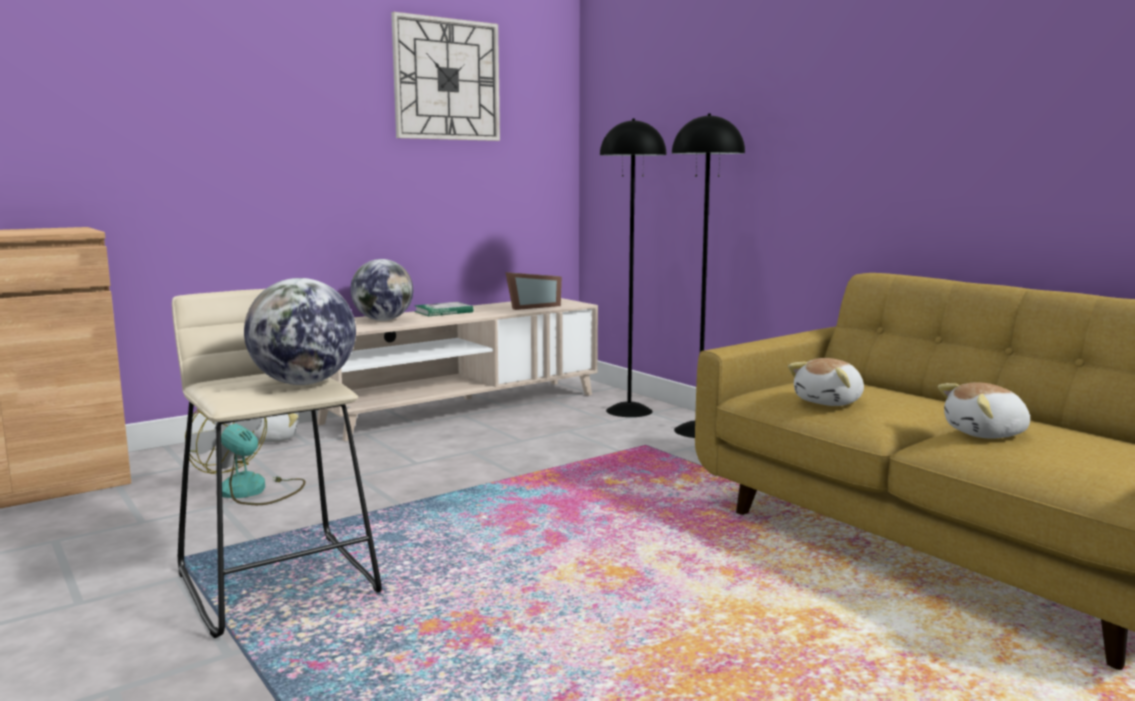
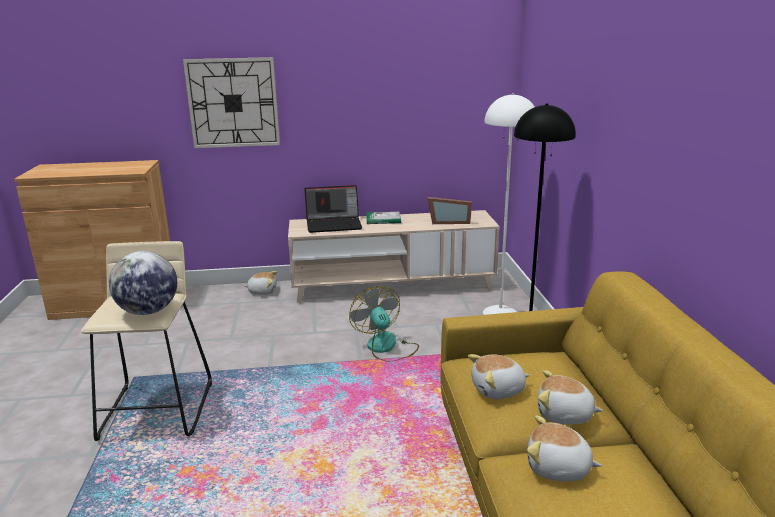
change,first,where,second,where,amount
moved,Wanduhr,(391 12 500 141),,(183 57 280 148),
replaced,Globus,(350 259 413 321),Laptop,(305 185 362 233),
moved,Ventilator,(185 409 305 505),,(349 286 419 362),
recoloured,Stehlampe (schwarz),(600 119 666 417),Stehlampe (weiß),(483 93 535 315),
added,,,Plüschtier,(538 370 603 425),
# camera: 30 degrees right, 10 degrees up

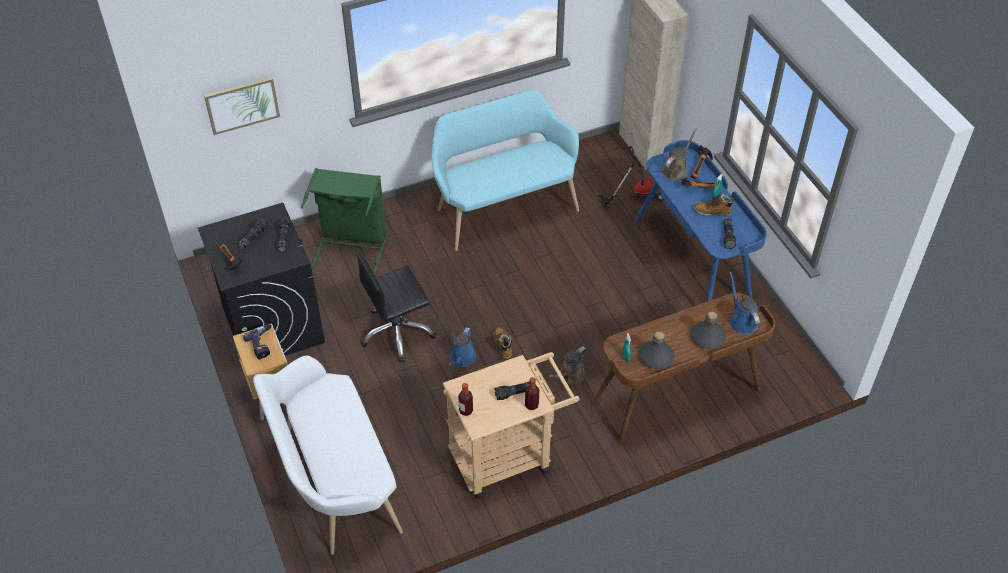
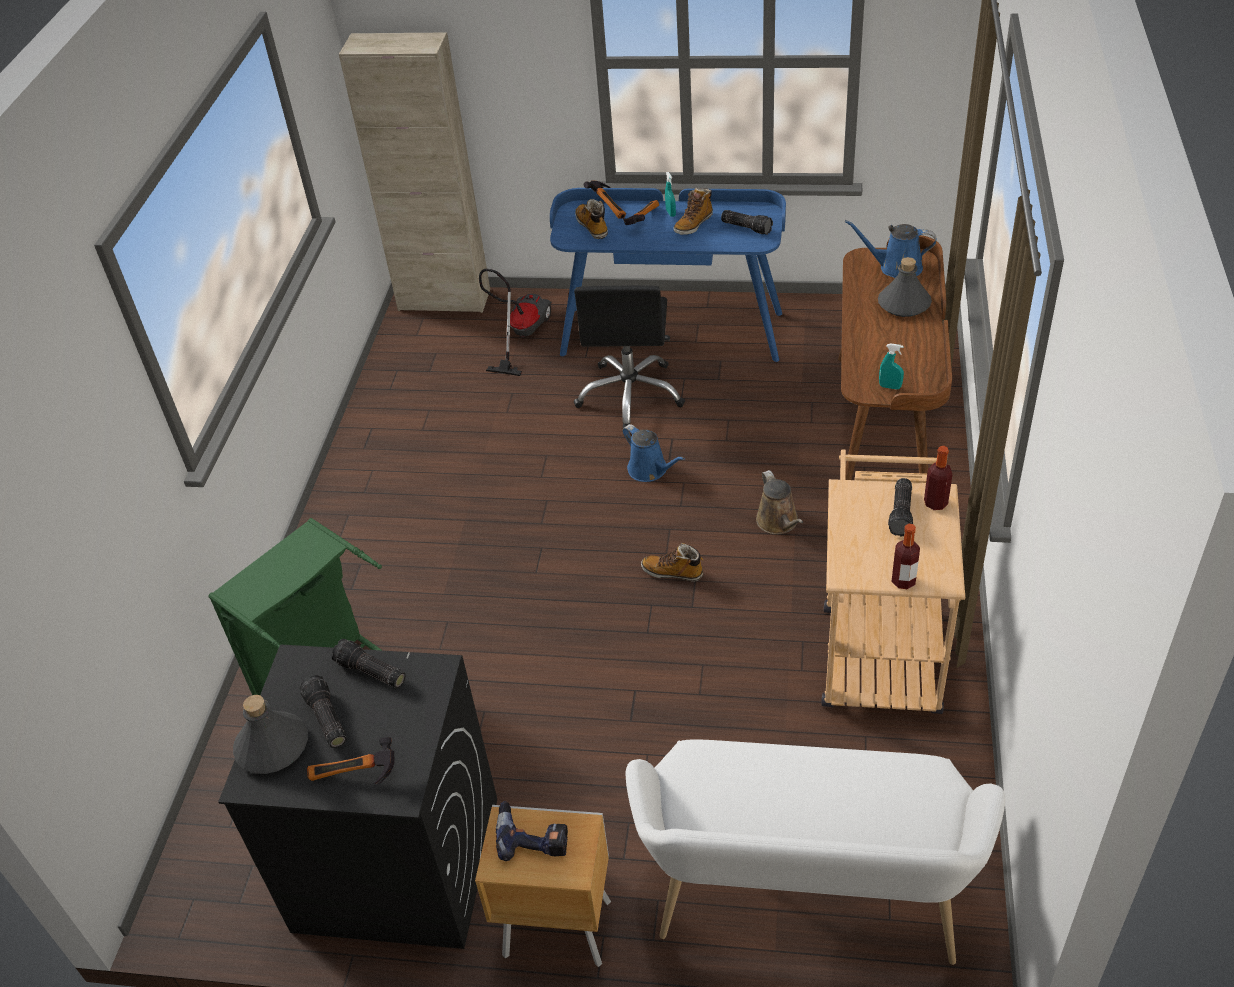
change,first,where,second,where,amount
moved,Flasche (grau),(639 332 675 369),,(233 695 308 774),
moved,Bürostuhl (schwarz),(356 253 436 362),,(574 285 685 432),
replaced,Gießkanne (braun),(662 128 697 180),Stiefel,(575 199 608 239),
moved,Gießkanne (blau),(448 327 476 367),,(623 424 685 482),
removed,Bild,(204 77 280 135),,,
removed,Bank (türkis),(432 90 579 251),,,
# camera: 55 degrees left, 5 degrees down

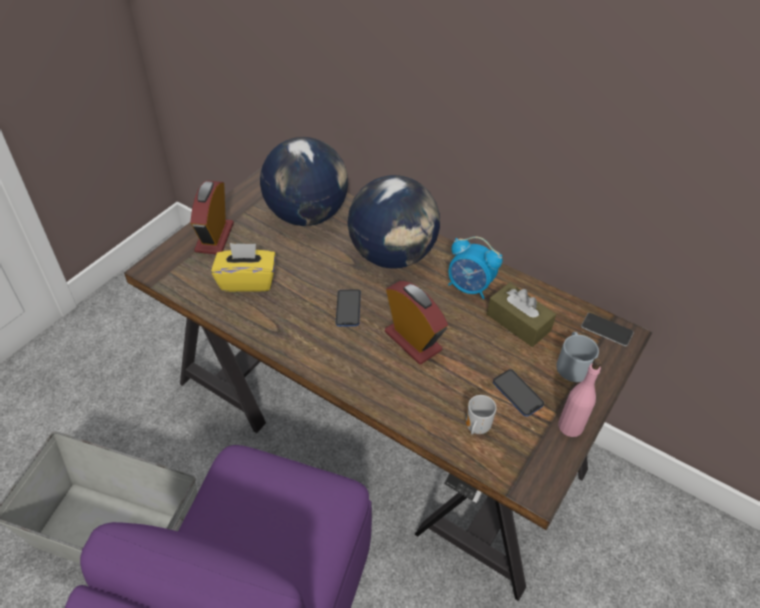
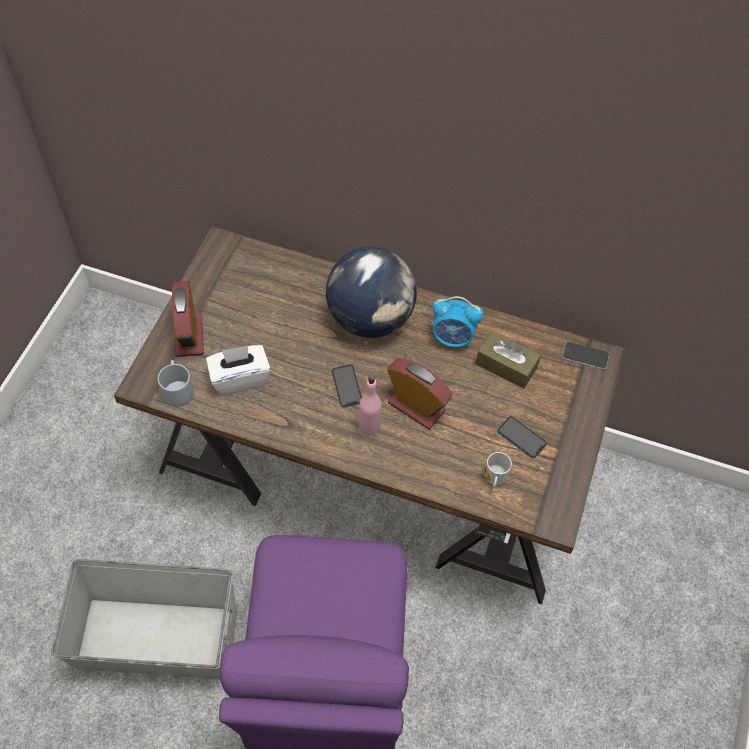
change,first,where,second,where,amount
moved,Henkelbecher (grau),(556 332 599 382),,(158 360 194 407),
recoloured,Taschentuchbox (gelb),(211 243 276 292),Taschentuchbox (weiß),(206 345 271 394),
moved,Flasche (rosa),(558 358 602 437),,(359 375 382 436),
removed,Globus,(260 137 348 226),,,
# camera: 15 degrees left, 10 degrees up

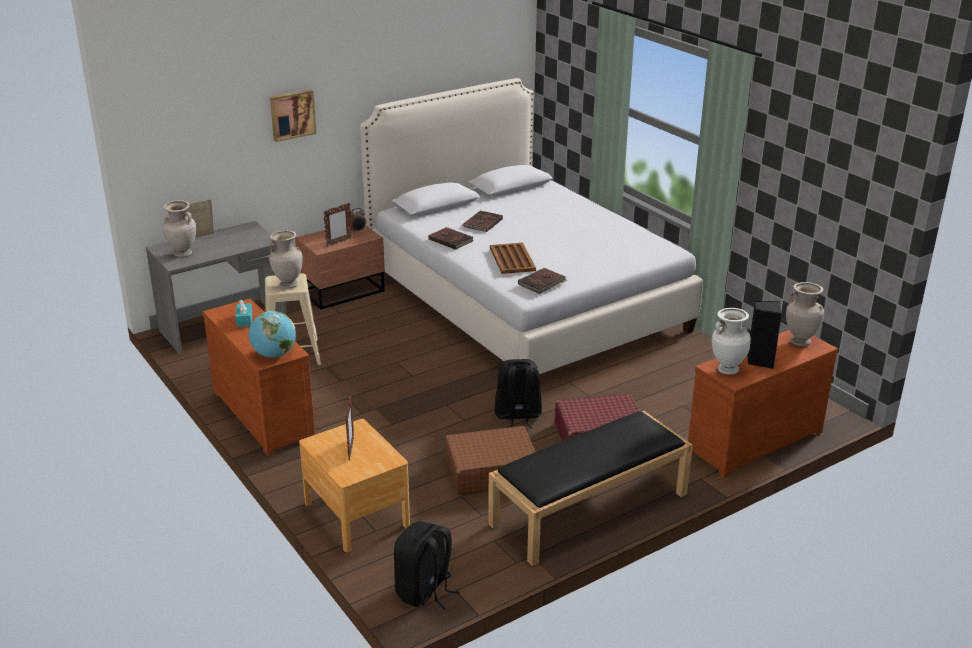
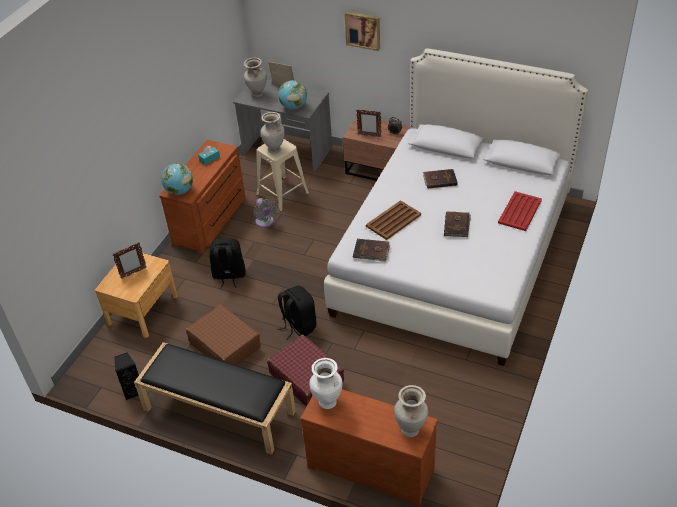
change,first,where,second,where,amount
moved,Lautsprecher (schwarz),(747 301 782 369),,(114 352 139 400),
moved,Rucksack (schwarz),(394 521 460 609),,(210 238 246 289),
added,,,Ventilator (grau),(253 198 277 228),
added,,,Globus,(278 80 307 109),
moved,Buch (braun),(429 227 473 250),,(444 211 471 237),
added,,,Tablett (rot),(498 191 542 231),
# camera: 60 degrees right, 15 degrees up

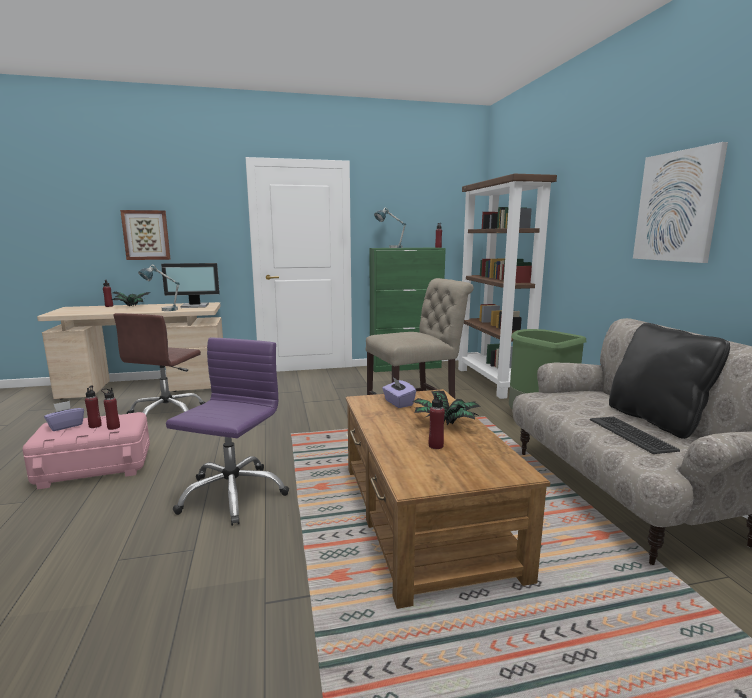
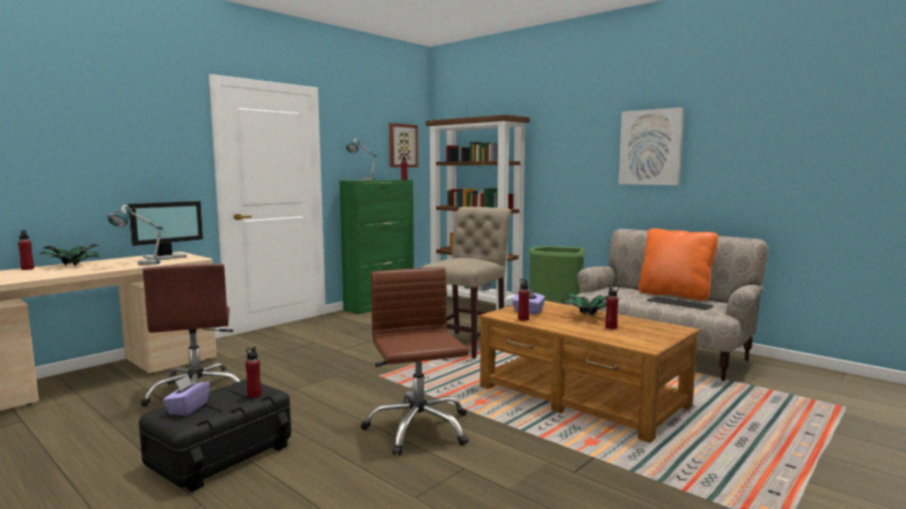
change,first,where,second,where,amount
recoloured,Aufbewahrungsbox (rosa),(22 412 150 490),Aufbewahrungsbox (schwarz),(139 379 291 492),
recoloured,Bürostuhl (lila),(166 338 289 526),Bürostuhl (braun),(361 268 469 455),
moved,Bild,(120 210 170 260),,(389 123 418 167),
moved,Flasche (rot),(85 385 102 428),,(518 279 530 321),
recoloured,Kissen (schwarz),(609 323 730 439),Kissen (orange),(639 228 718 301),
# camera: 35 degrees left, 5 degrees down

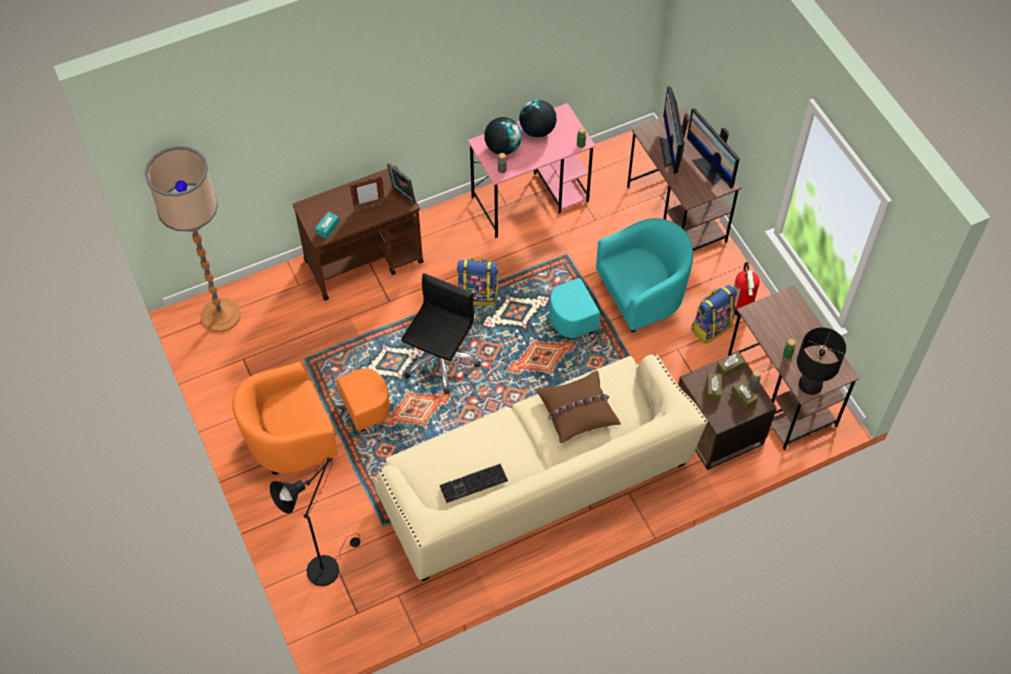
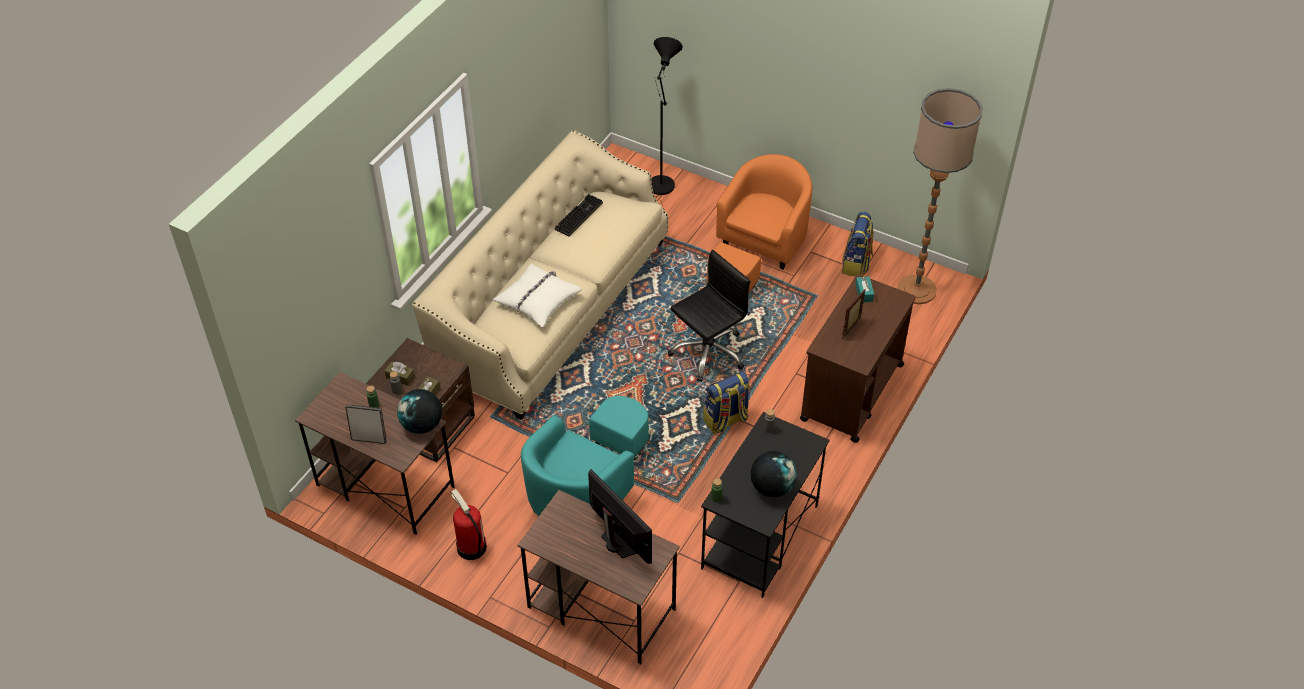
change,first,where,second,where,amount
moved,Bilderrahmen,(387 163 416 204),,(345 404 387 444),
moved,Globus,(484 117 522 155),,(397 389 442 434),
recoloured,Kissen (braun),(536 371 621 444),Kissen (weiß),(493 264 582 328),
turned,Bürostuhl (schwarz),(401 273 480 394),,(668 250 750 382),120 degrees counterclockwise
recoloured,Schreibtisch (rosa),(468 103 596 238),Schreibtisch (schwarz),(701 412 830 598),
moved,Rucksack,(692 285 737 344),,(842 212 874 277),
removed,Monitor,(687 108 740 189),,,
removed,Taschentuchbox (braun),(707 373 721 401),,,
removed,Tischlampe (schwarz),(797 327 846 395),,,
# camera: 145 degrees right, 10 degrees down

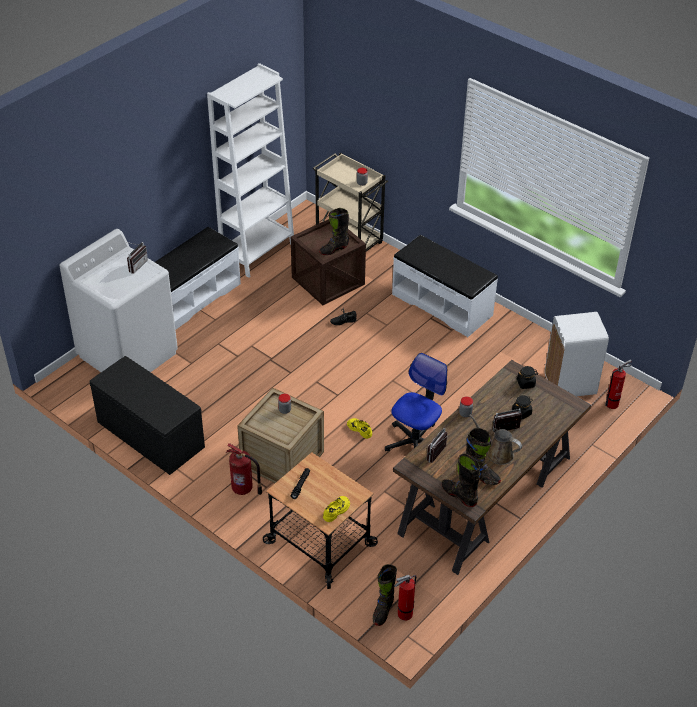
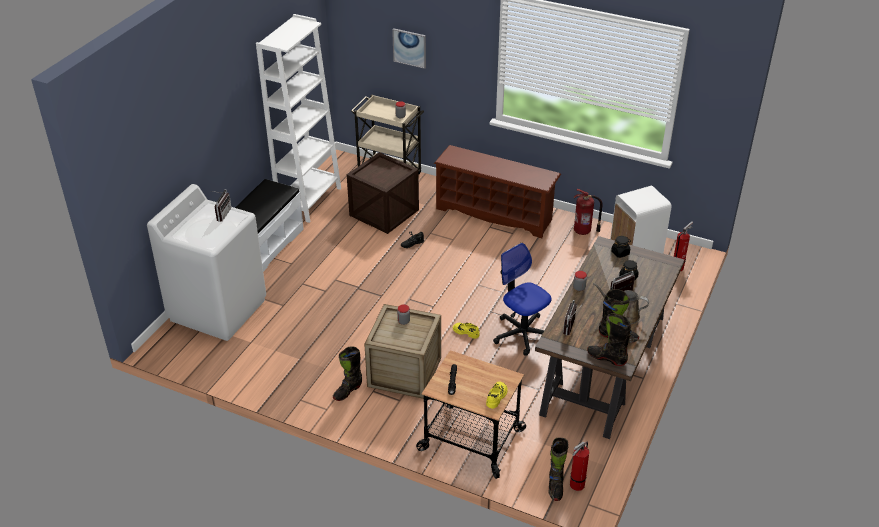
change,first,where,second,where,amount
moved,Stiefel (schwarz),(319 208 349 255),,(333 346 362 401),
added,,,Bild,(392 28 426 69),
replaced,Bank (weiß),(392 235 498 337),Schuhregal (braun),(434 145 561 238),
turned,Bürostuhl,(385 353 447 451),,(493 243 552 356),60 degrees counterclockwise
moved,Feuerlöscher,(226 443 262 495),,(574 189 602 235),
removed,Bank (schwarz),(90 356 205 475),,,
# camera: 15 degrees left, 5 degrees down

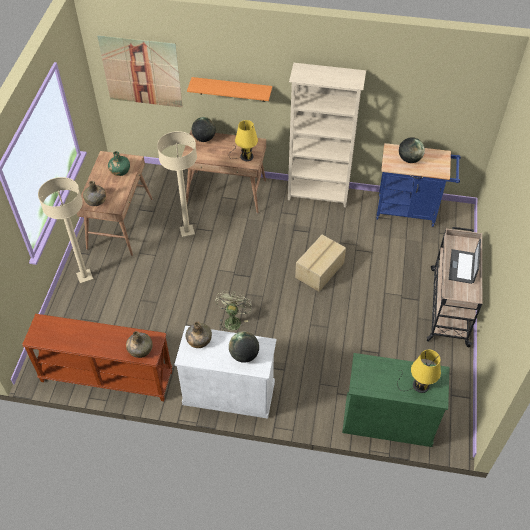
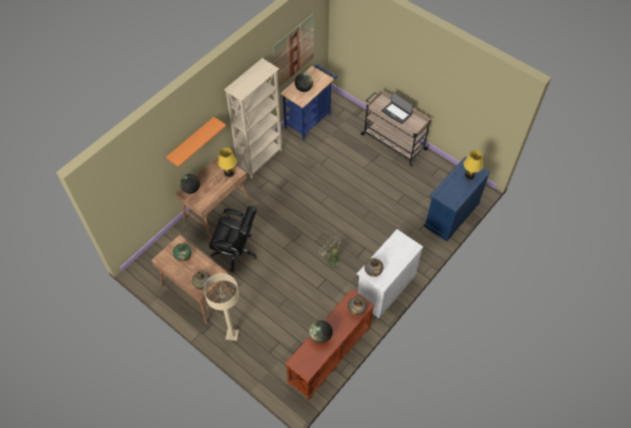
change,first,where,second,where,amount
replaced,Stehlampe (beige),(157 131 197 238),Bürostuhl (schwarz),(209 206 257 272),
moved,Bild,(97 35 183 107),,(273 14 314 88),
moved,Globus,(229 331 259 363),,(309 320 333 343),
recoloured,Schrank (grün),(342 353 449 447),Schrank (blau),(424 157 490 241),
removed,Karton,(295 234 346 292),,,
# camera: 60 degrees left, 5 degrees up

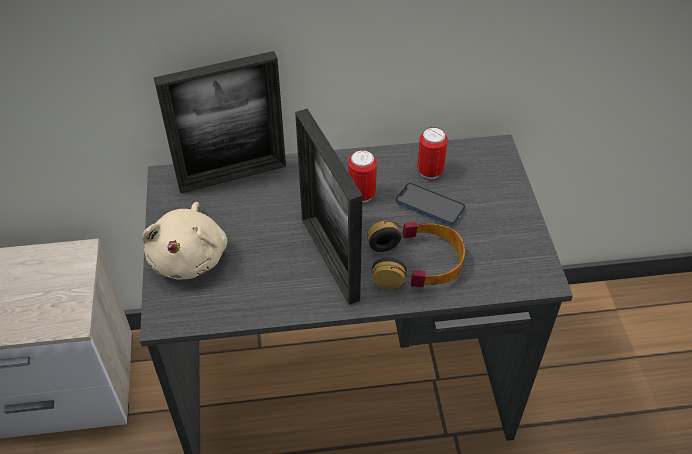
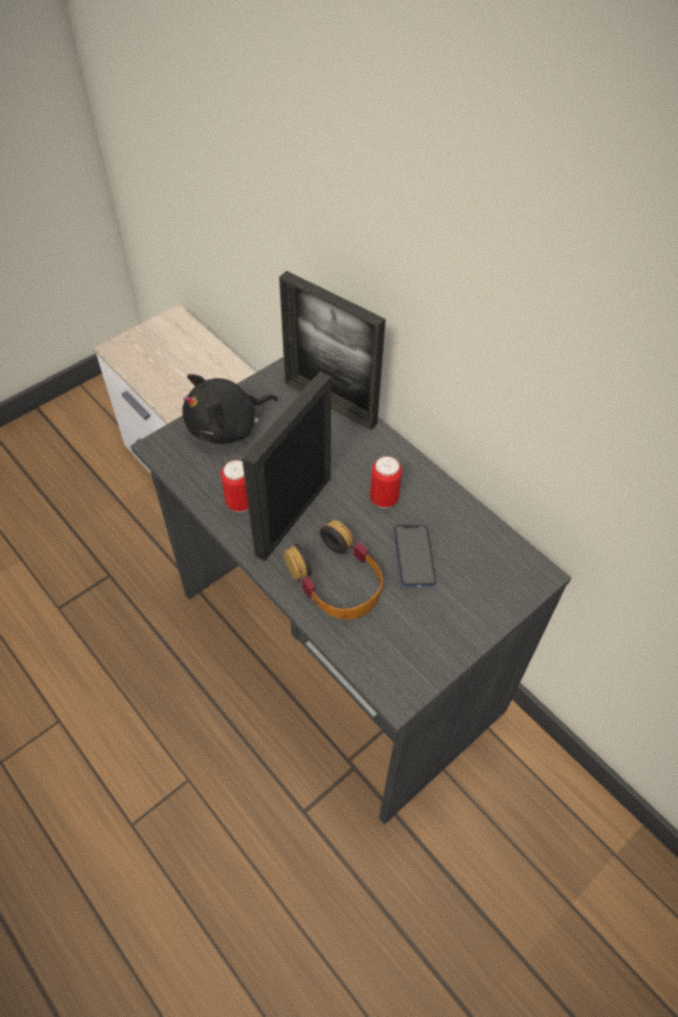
change,first,where,second,where,amount
recoloured,Plüschtier (beige),(142 202 227 280),Plüschtier (schwarz),(182 374 278 444),
moved,Dose,(417 127 448 179),,(221 460 249 513),
# camera: 55 degrees right, 5 degrees up

